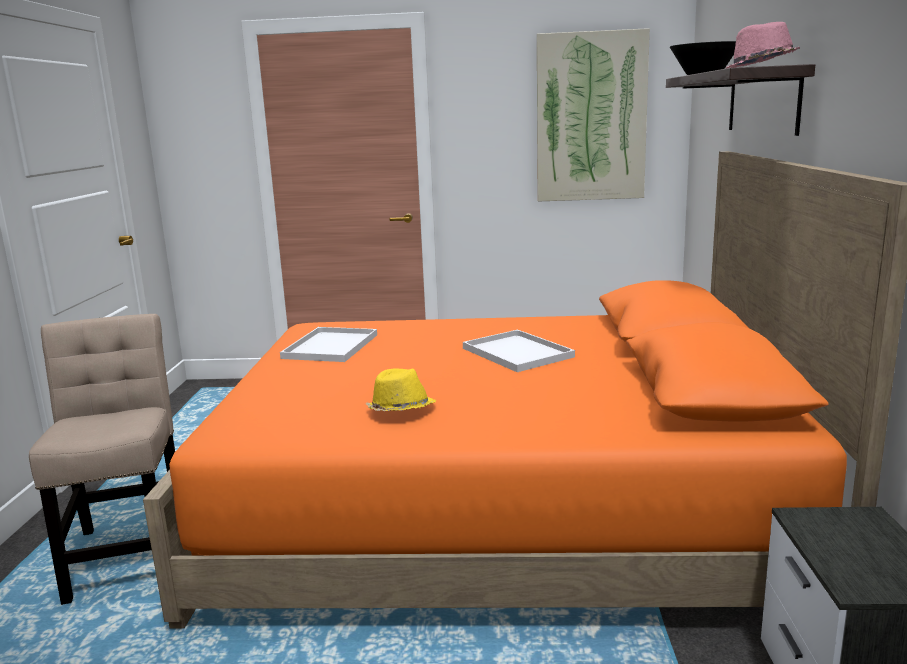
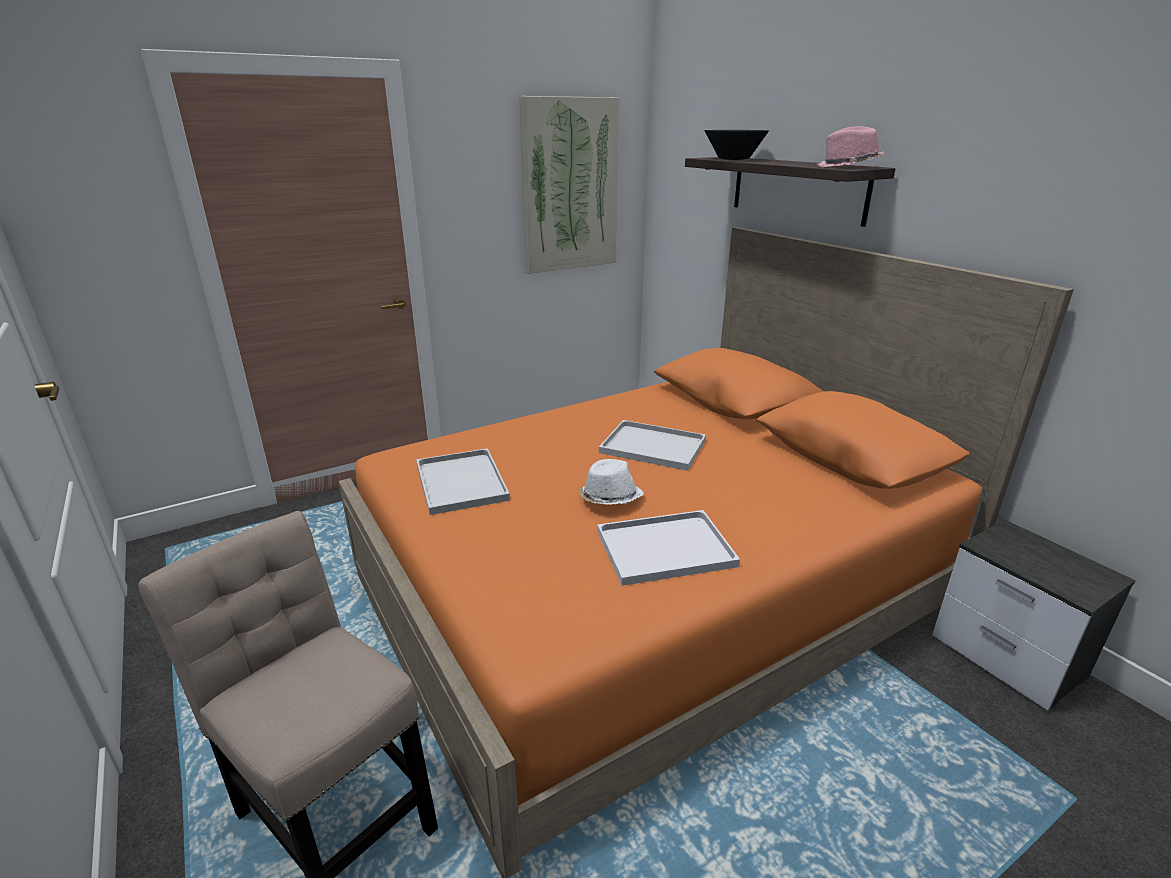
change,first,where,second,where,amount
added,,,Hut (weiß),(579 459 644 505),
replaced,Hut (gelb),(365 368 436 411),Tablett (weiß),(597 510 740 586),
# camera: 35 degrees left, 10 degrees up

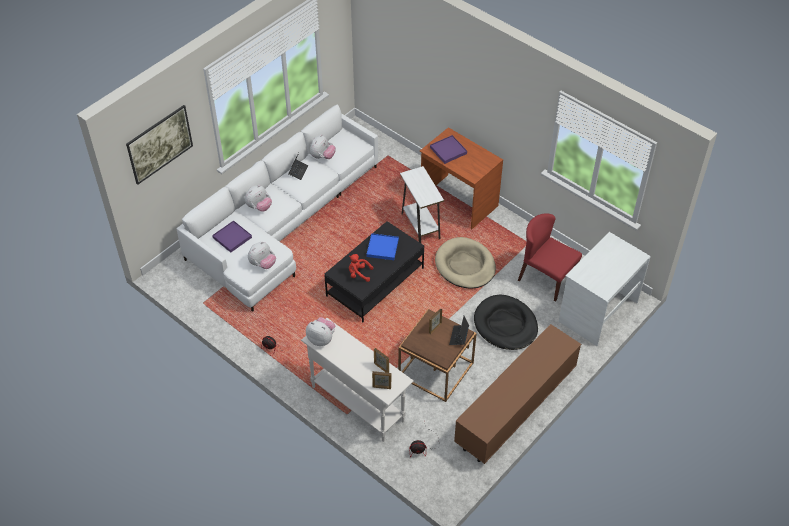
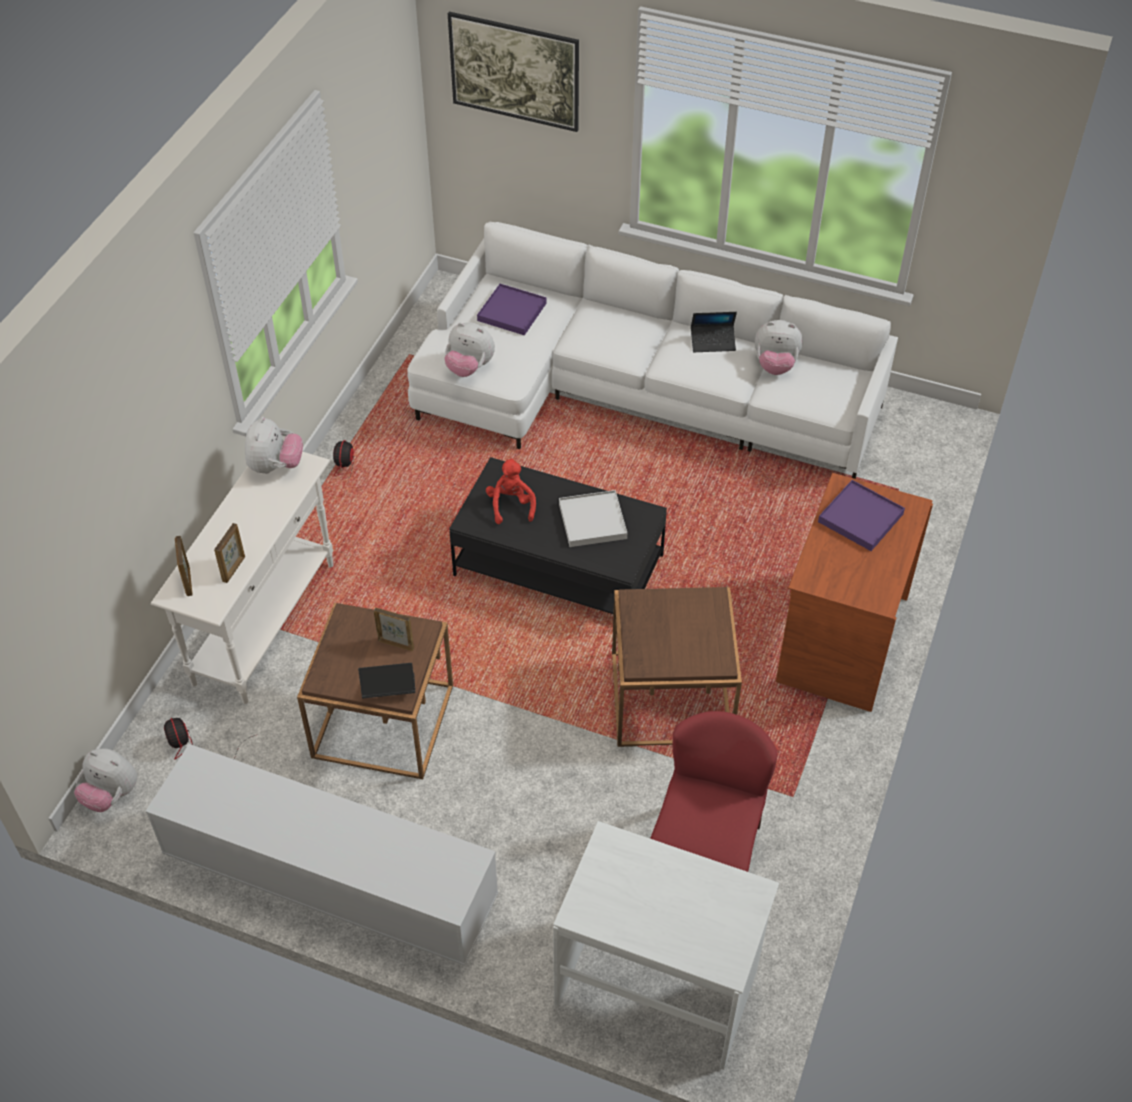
change,first,where,second,where,amount
moved,Plüschtier,(245 185 272 212),,(74 749 137 812),
recoloured,Fernsehschrank (braun),(454 324 581 464),Fernsehschrank (weiß),(145 744 498 966),
recoloured,Tablett (blau),(367 233 399 260),Tablett (weiß),(559 490 627 547),
replaced,Hundebett (beige),(435 237 496 288),Beistelltisch (braun),(612 587 742 747),
removed,Beistelltisch (weiß),(400 166 444 243),,,
removed,Hundebett (schwarz),(474 295 538 350),,,
# camera: 70 degrees right, 0 degrees up

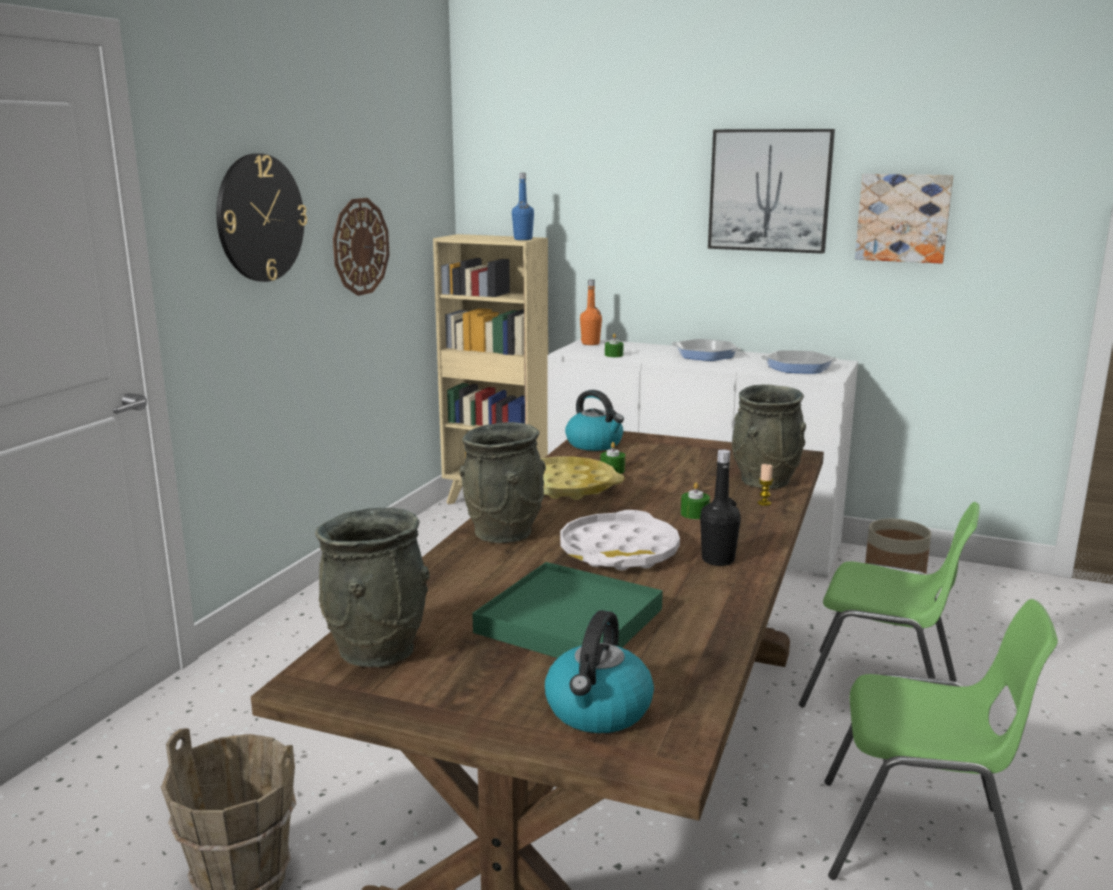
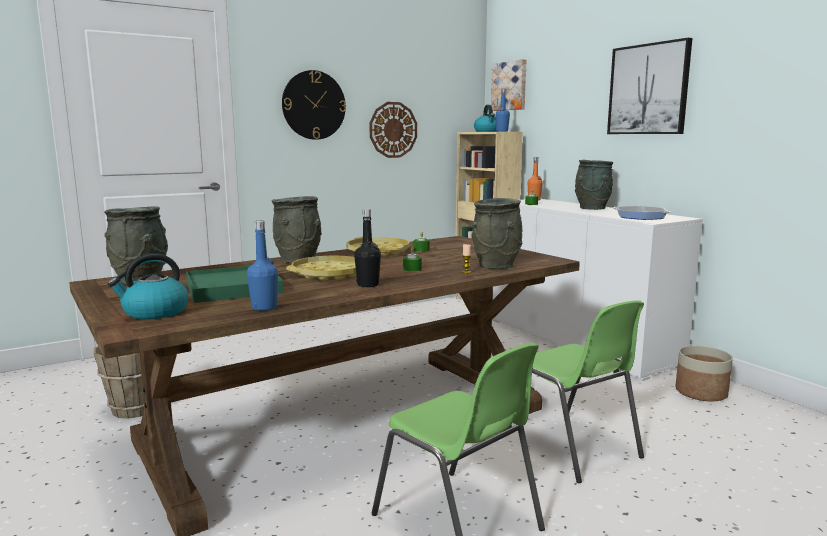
change,first,where,second,where,amount
added,,,Flasche (blau),(247 221 278 311),
recoloured,Tablett (weiß),(560 510 680 571),Tablett (gelb),(286 256 356 281),
moved,Wasserkessel,(565 390 624 451),,(474 105 497 132),
moved,Bild,(855 174 953 264),,(491 59 526 111),
replaced,Pfanne,(671 339 741 361),Vase (grau),(575 160 613 210),
# camera: 35 degrees right, 5 degrees down

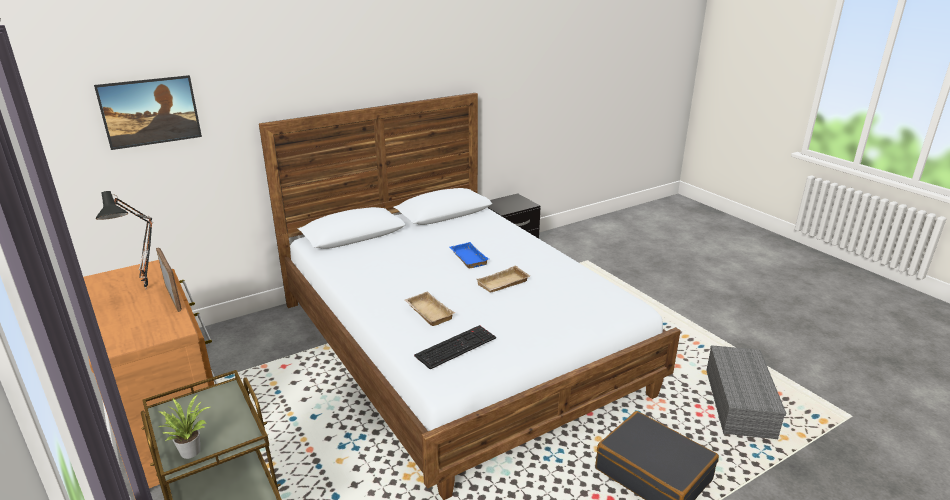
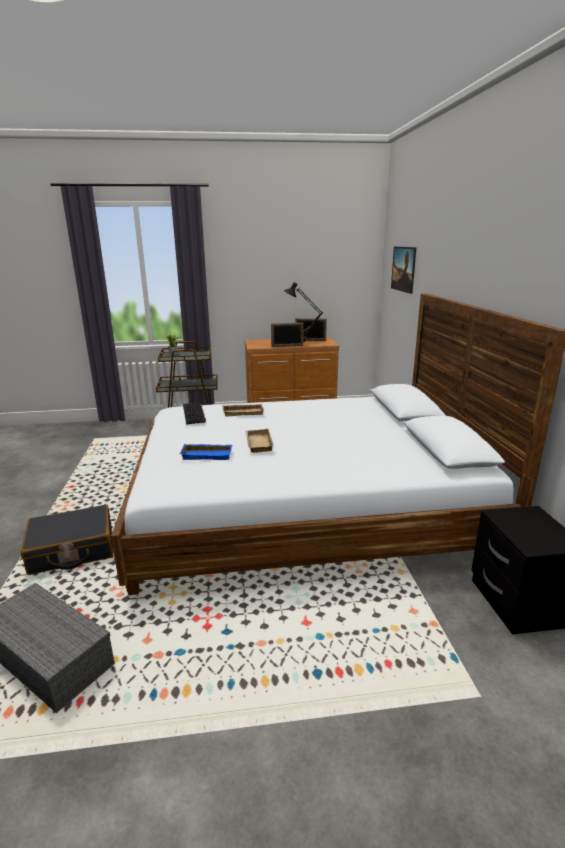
change,first,where,second,where,amount
moved,Tablett (blau),(449 242 489 268),,(179 444 233 460),
added,,,Bilderrahmen,(296 318 327 341),
# camera: 115 degrees right, 5 degrees down

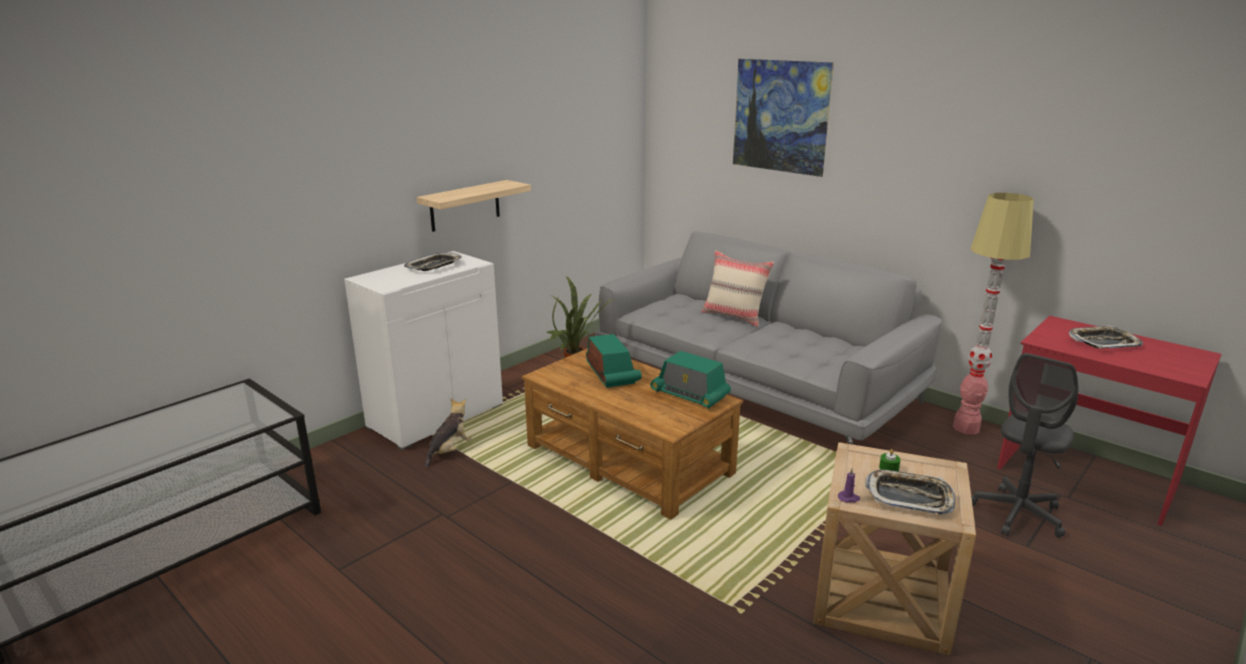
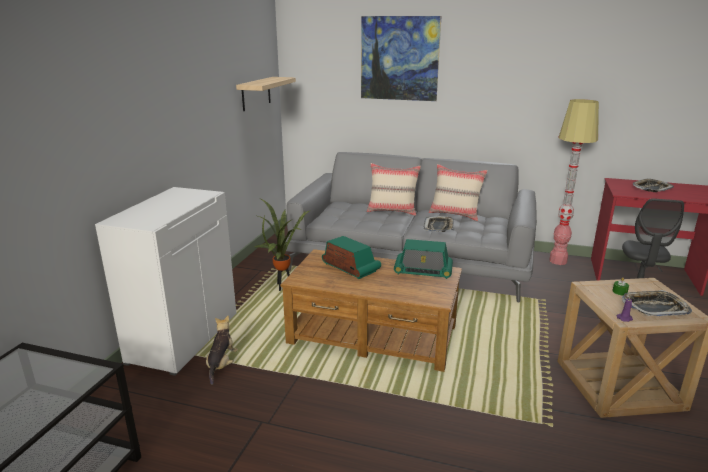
change,first,where,second,where,amount
moved,Wandregal,(417 180 531 232),,(236 77 296 111),
moved,Tablett,(404 252 462 271),,(424 216 454 232),
added,,,Kissen (beige),(429 164 488 221),
# camera: 25 degrees left, 0 degrees up

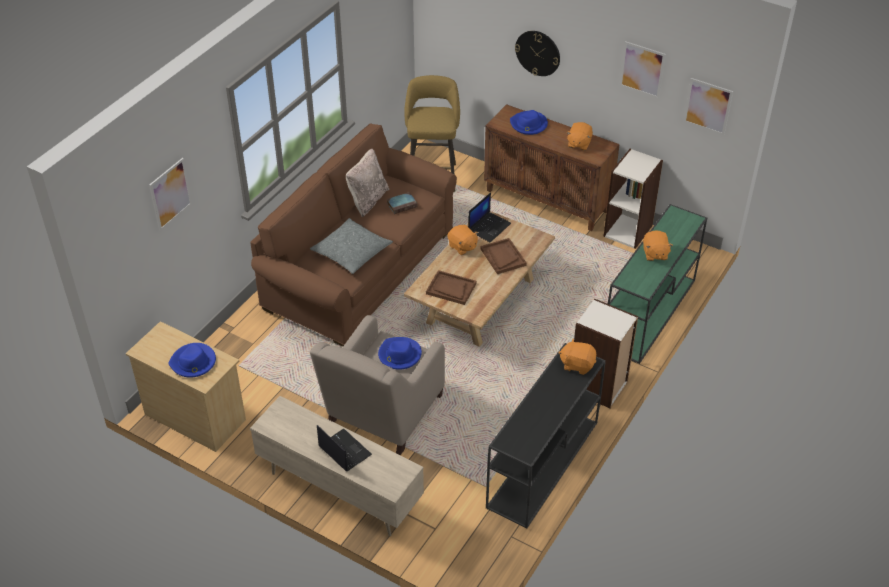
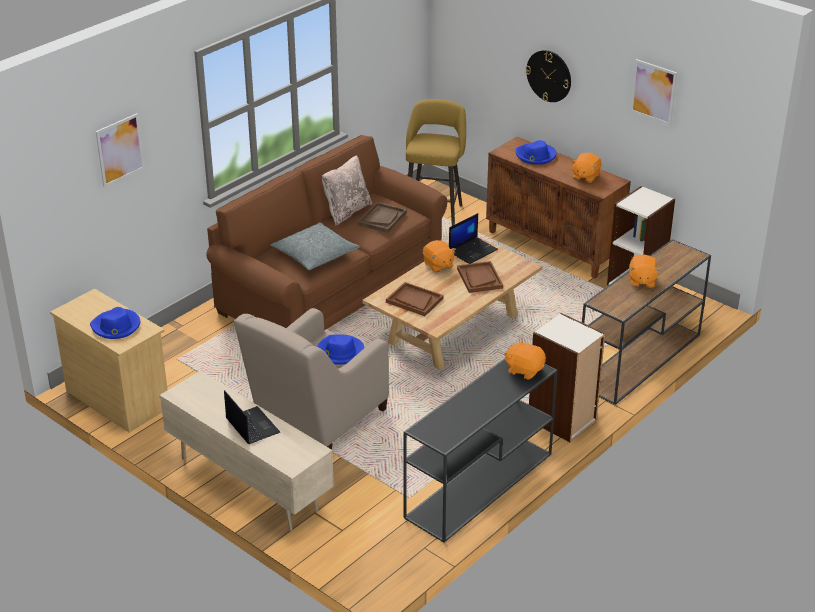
change,first,where,second,where,amount
replaced,Buch,(387 192 418 214),Tablett (braun),(358 202 407 233),
recoloured,Konsolentisch (grün),(608 204 707 364),Konsolentisch (braun),(582 239 711 405),
removed,Bild,(683 78 733 135),,,
# camera: 10 degrees right, 10 degrees down

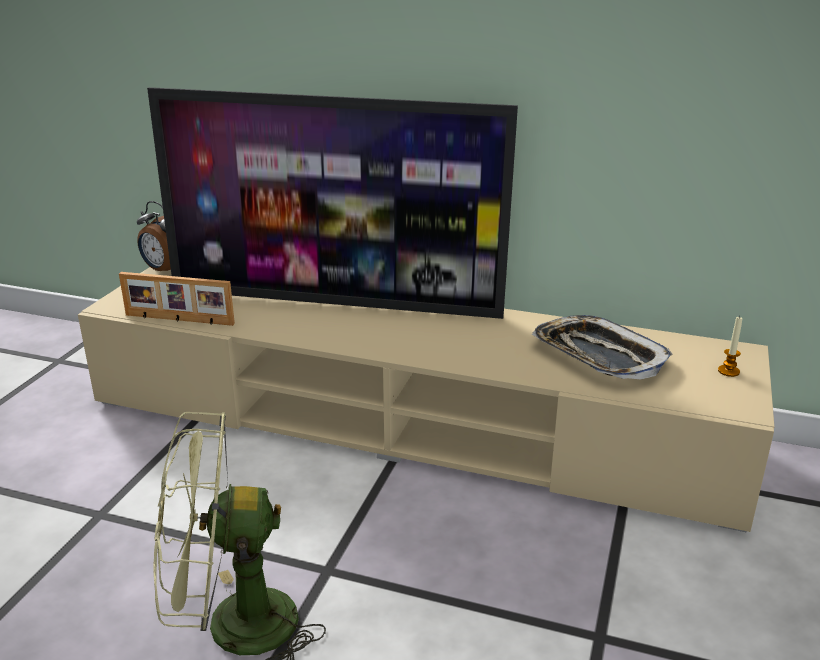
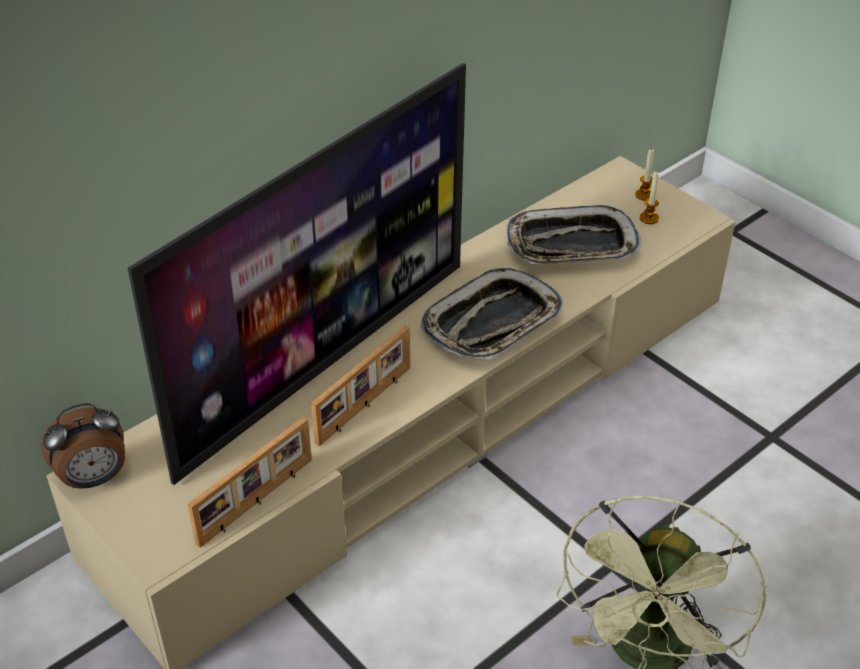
change,first,where,second,where,amount
added,,,Bilderrahmen,(311 325 410 446),
added,,,Tablett,(421 268 563 359),
added,,,Kerze,(640 171 659 224),
# camera: 60 degrees left, 15 degrees up

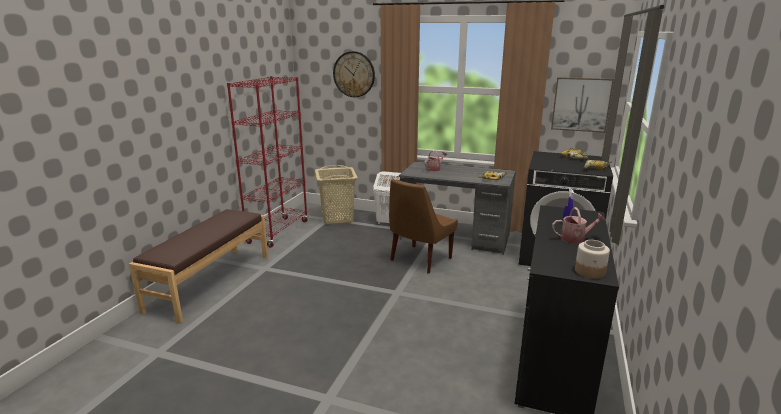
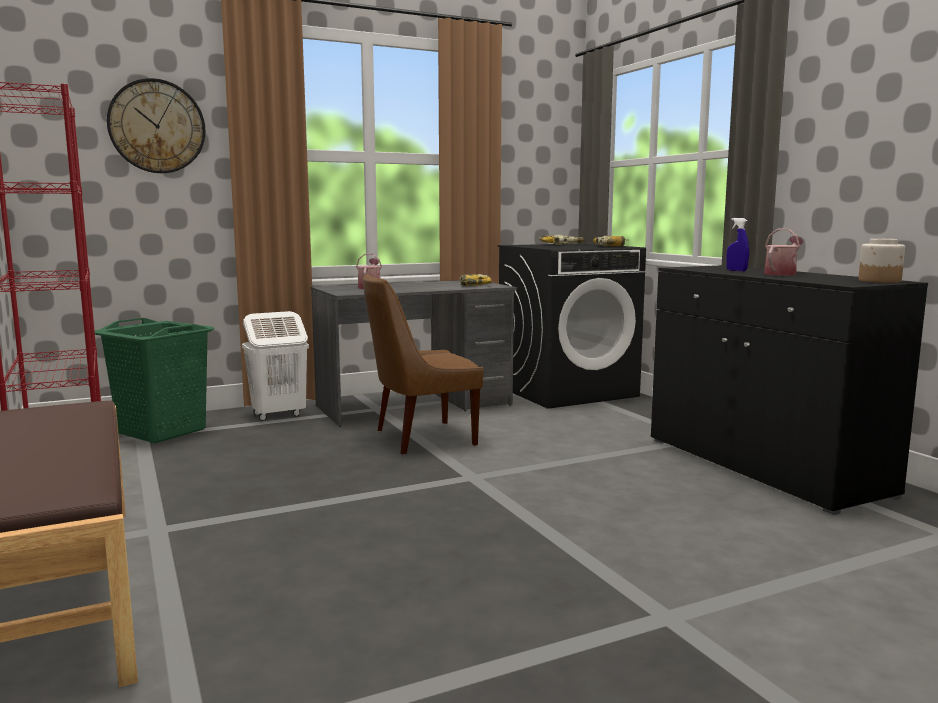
change,first,where,second,where,amount
recoloured,Wäschekorb (beige),(315 165 358 224),Wäschekorb (grün),(95 318 215 443),
turned,Stuhl (braun),(389 179 458 274),,(363 274 483 455),75 degrees clockwise
removed,Bild,(551 77 614 133),,,
# camera: 45 degrees left, 10 degrees down

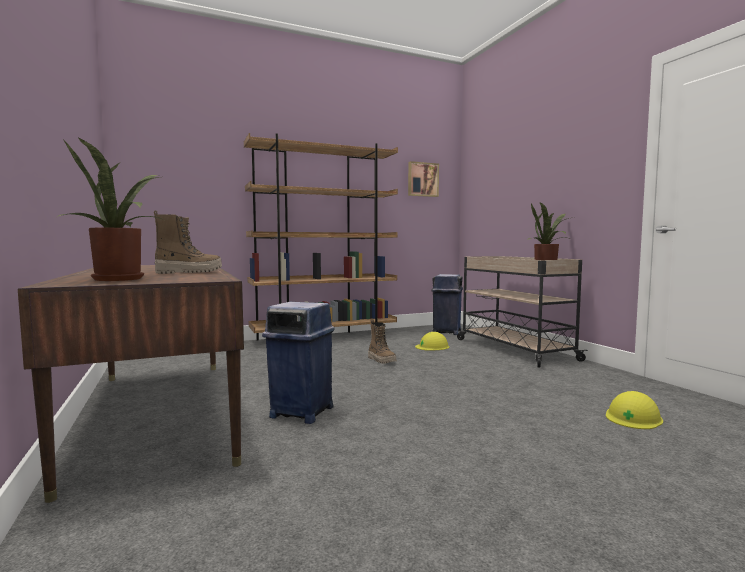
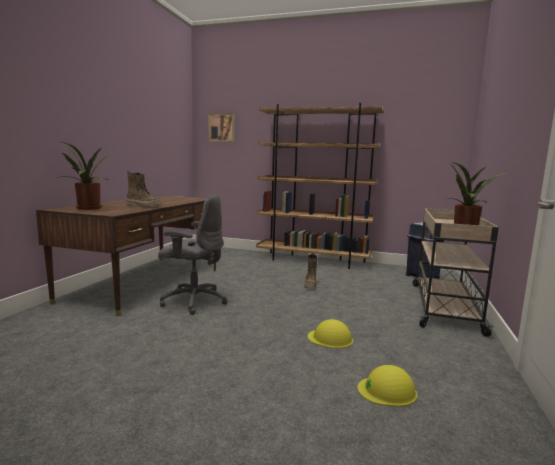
change,first,where,second,where,amount
replaced,Mülleimer (blau),(262 302 335 424),Bürostuhl (grau),(158 194 228 315),
moved,Bild,(408 161 439 197),,(208 114 234 142),
moved,Schutzhelm (gelb),(415 332 449 351),,(308 319 353 348),
# camera: 40 degrees right, 5 degrees up

